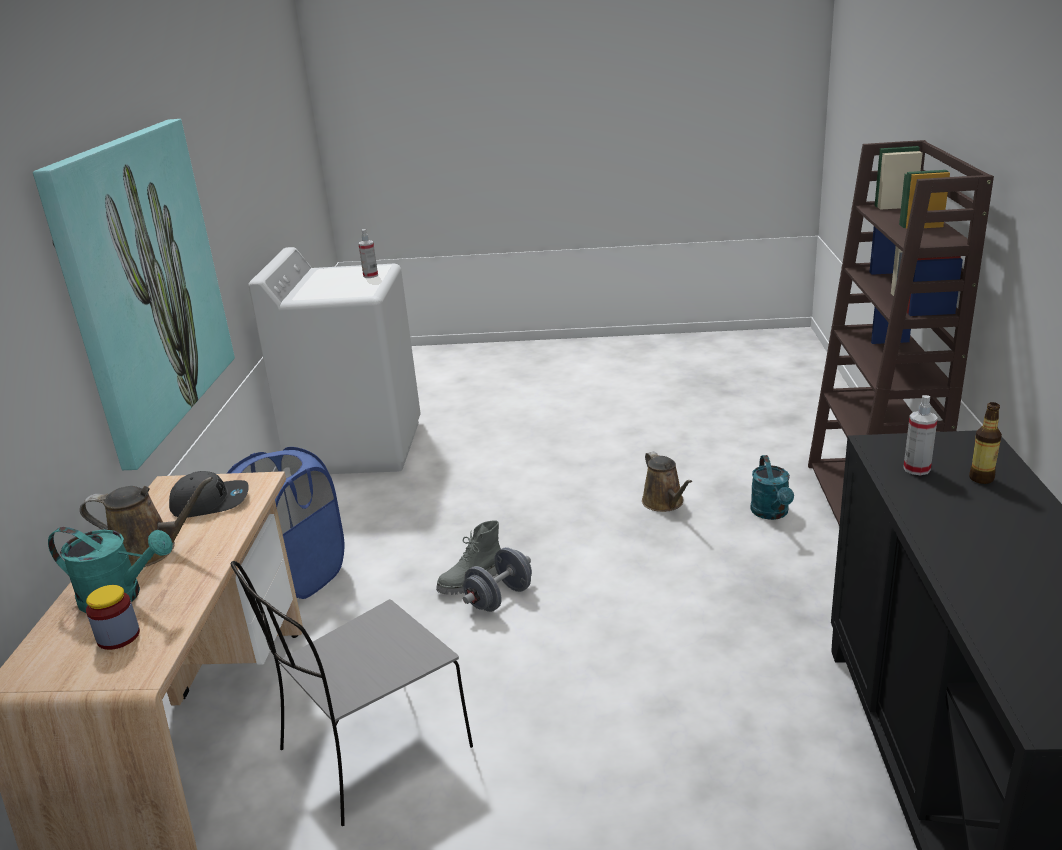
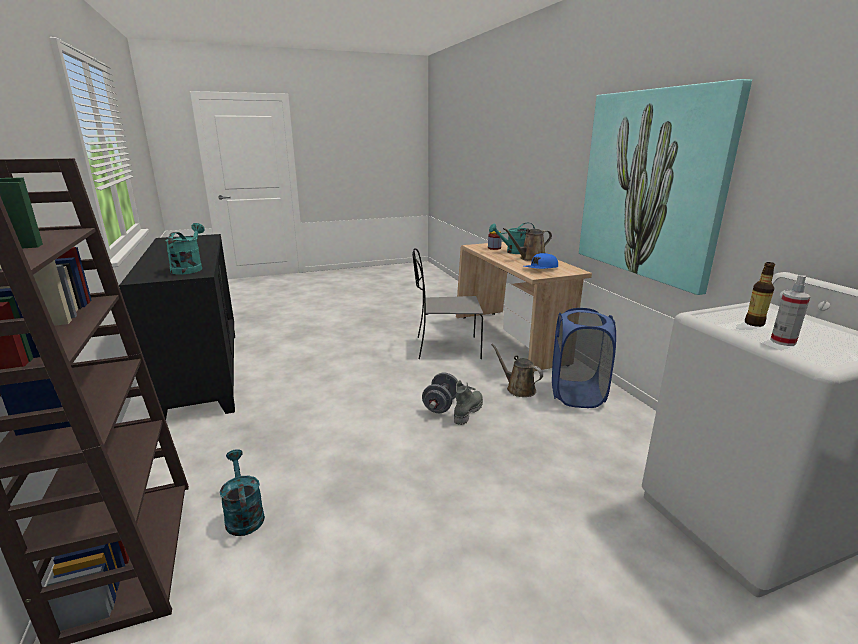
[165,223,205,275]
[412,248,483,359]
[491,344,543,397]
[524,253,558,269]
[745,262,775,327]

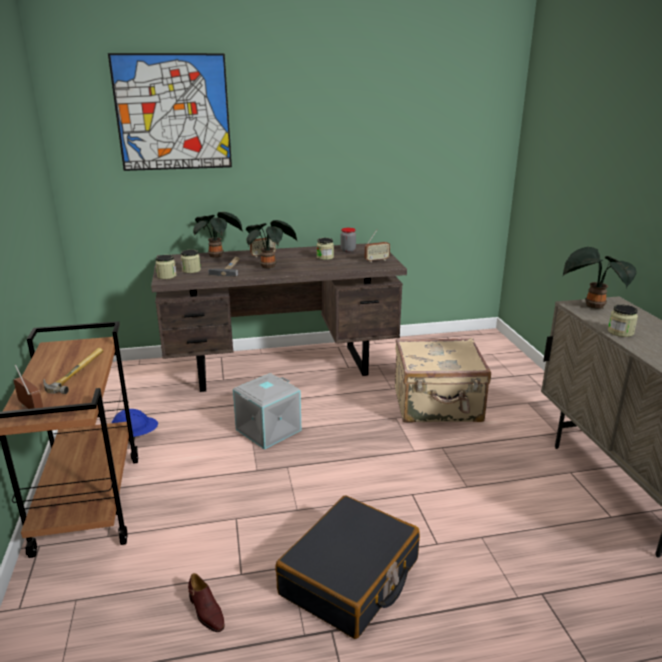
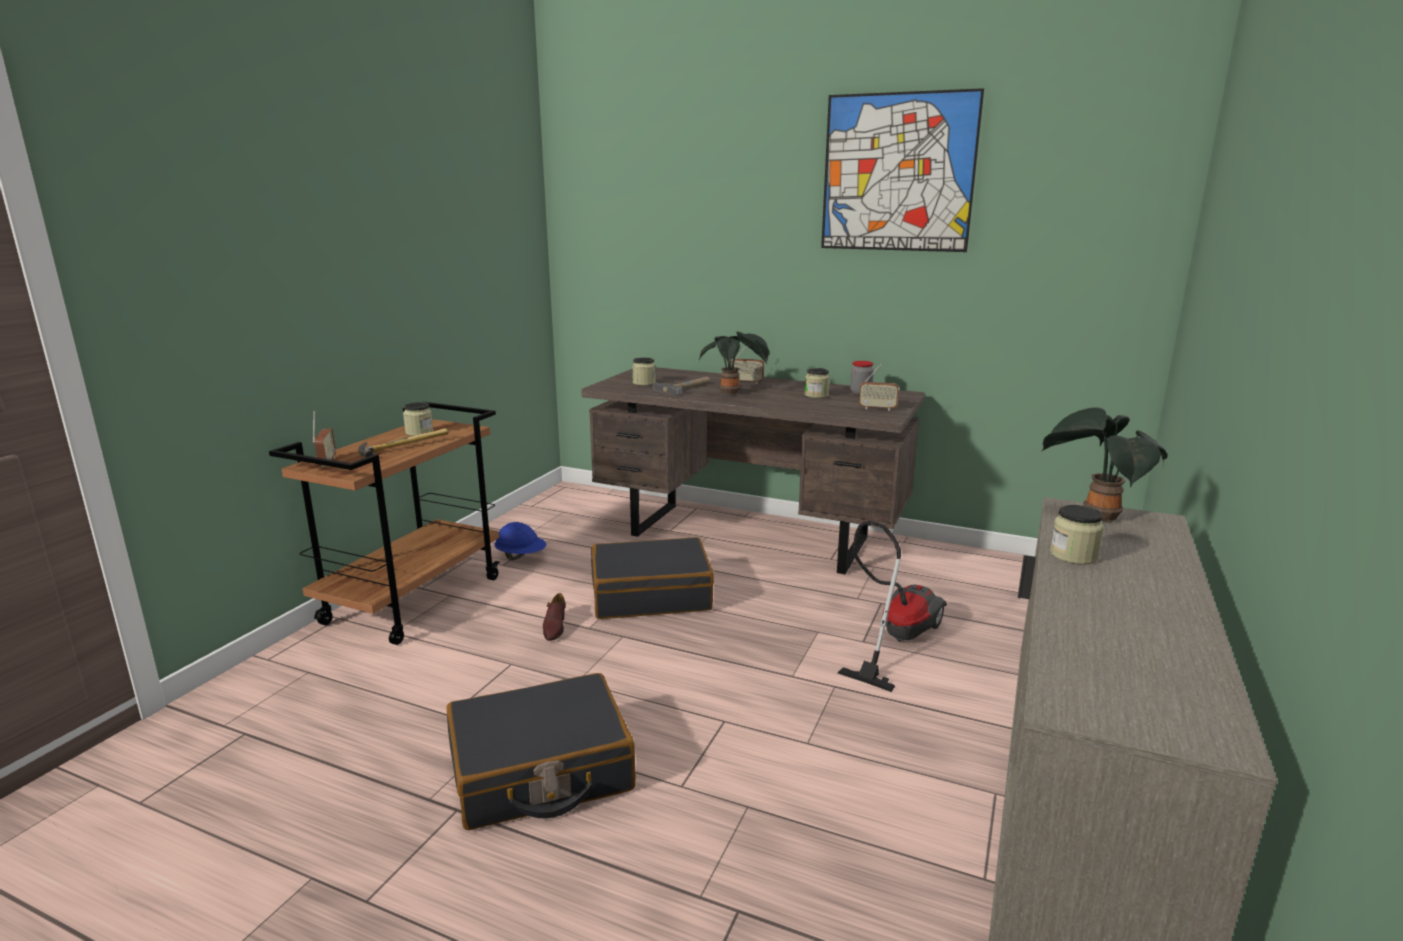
[403,402,433,436]
[543,593,565,641]
[591,537,714,619]
[821,88,984,252]
[838,521,947,692]
[193,212,244,258] (first image)

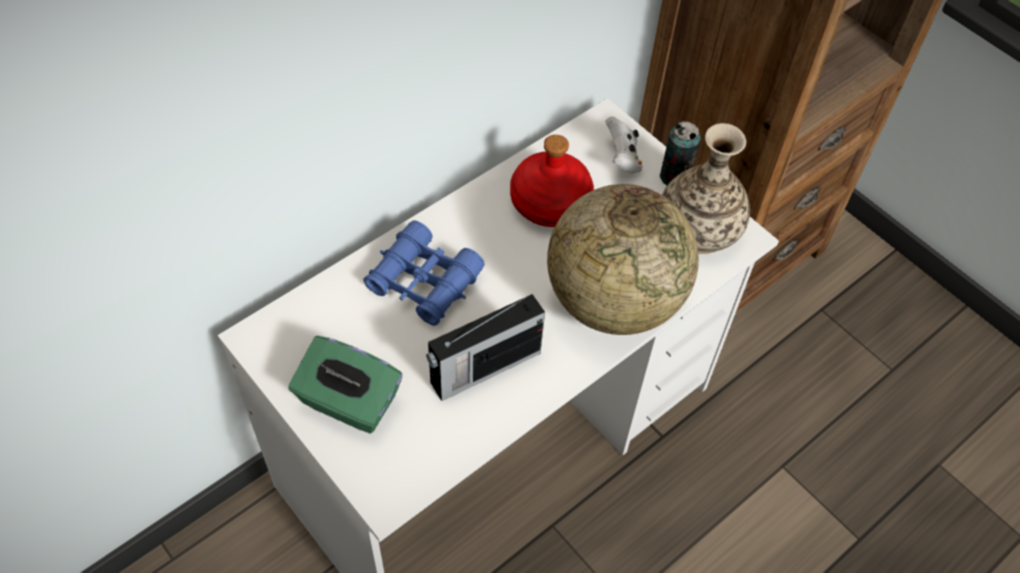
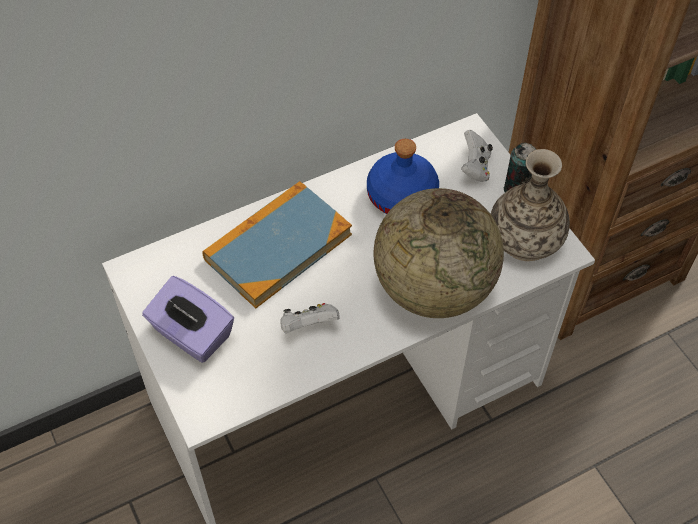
[142,276,234,363]
[202,181,352,308]
[280,303,340,333]
[367,139,439,214]

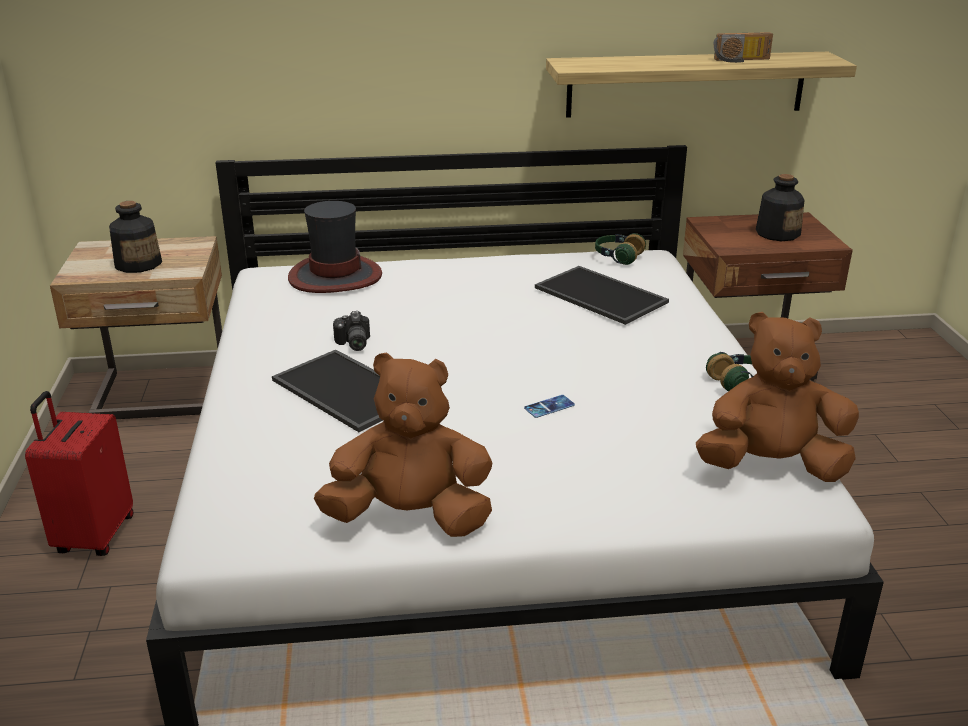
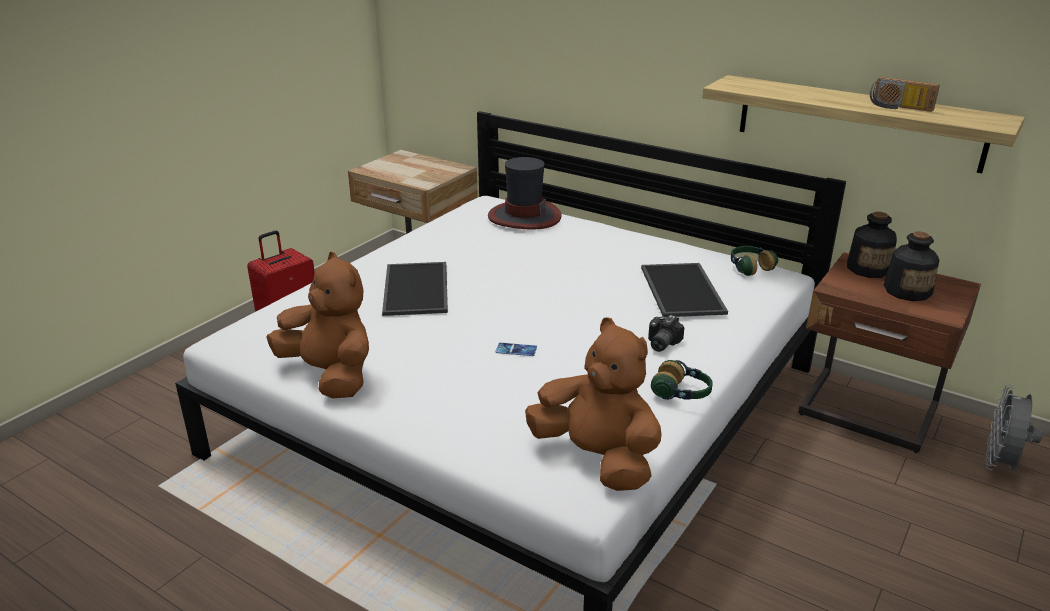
[648,315,685,352]
[847,212,897,278]
[985,384,1043,470]

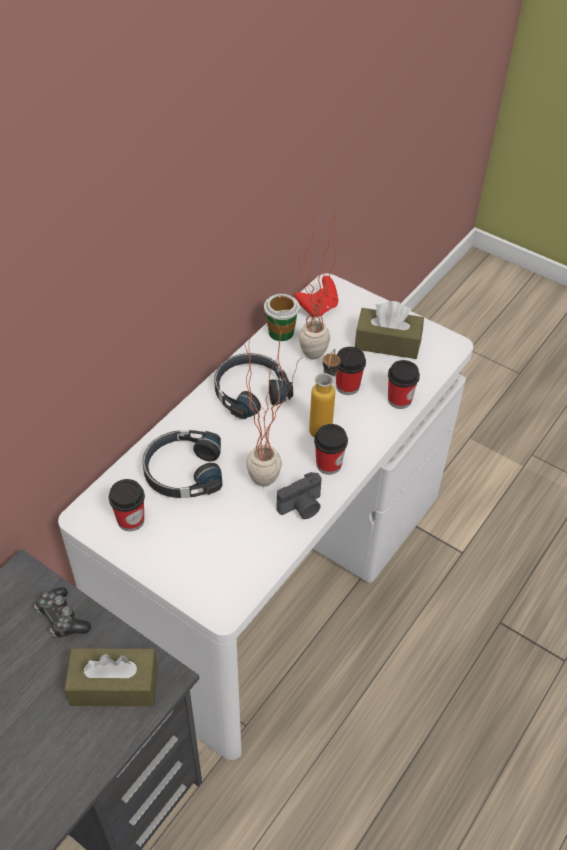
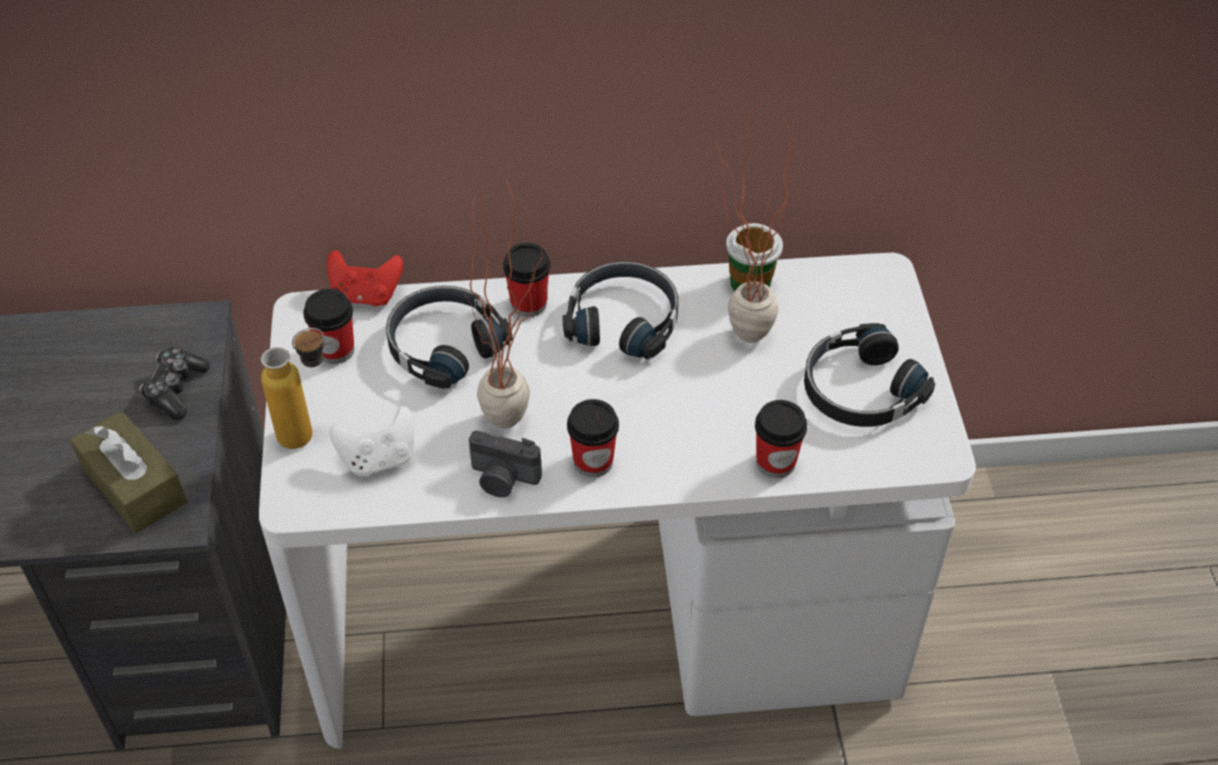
[261,328,325,449]
[327,250,403,306]
[330,406,414,476]
[503,243,551,317]
[804,323,935,427]

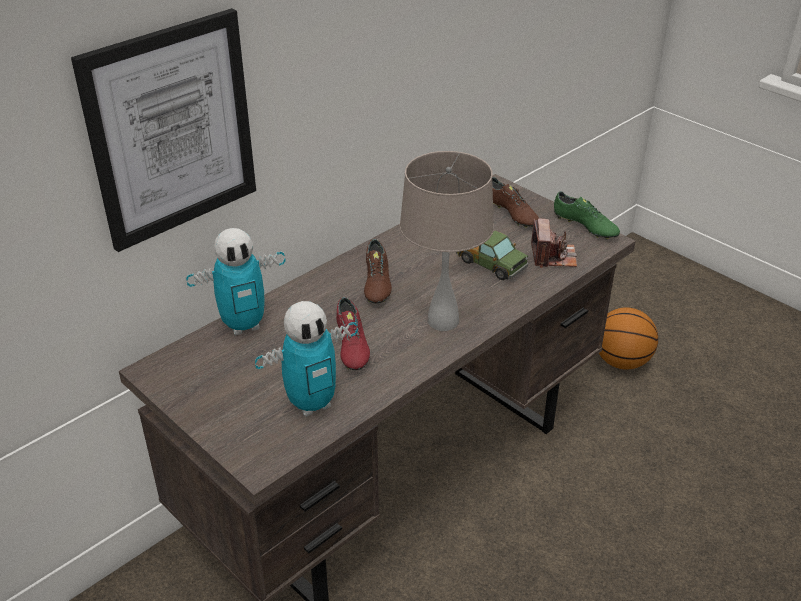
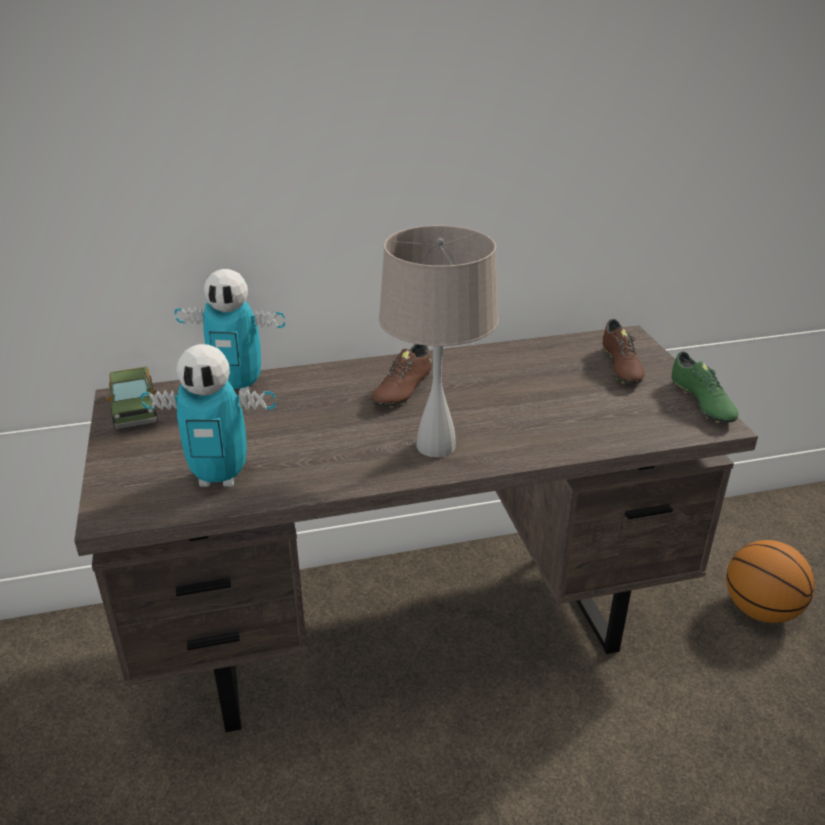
[106,367,158,429]
[71,8,256,252] (first image)
[336,297,370,370] (first image)
[531,218,577,268] (first image)

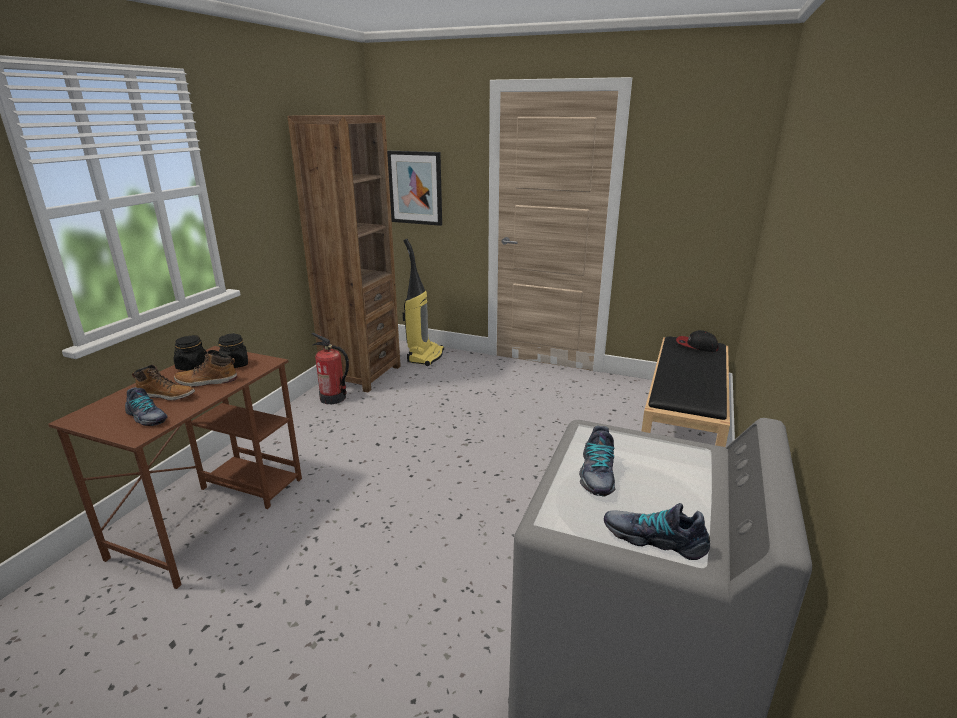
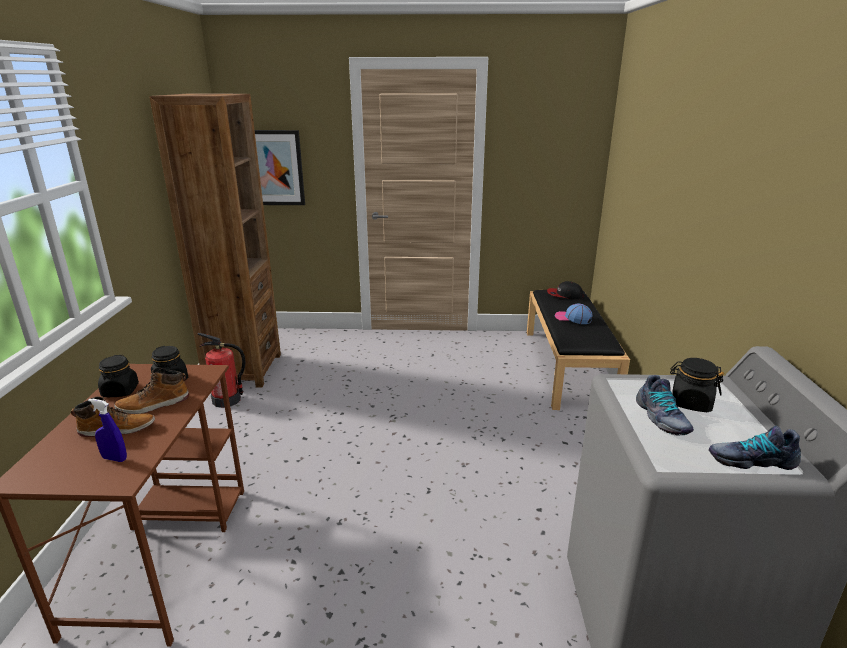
[88,399,127,462]
[554,304,592,324]
[670,358,724,412]
[403,239,444,366] (first image)

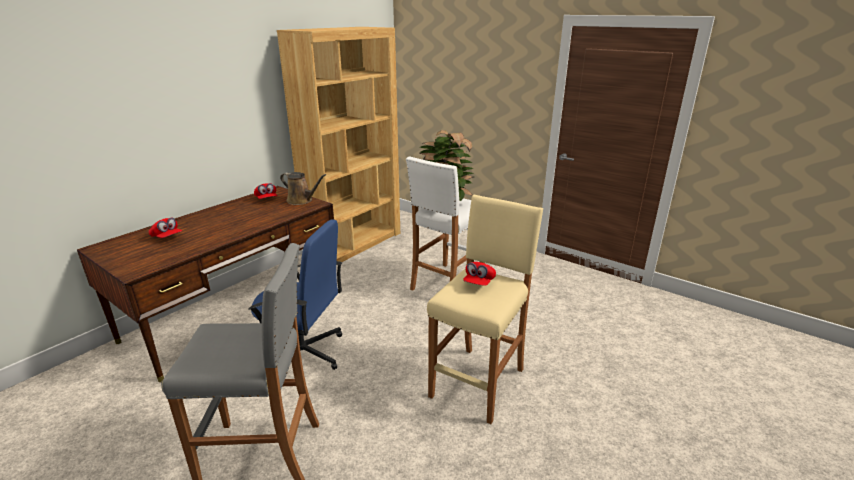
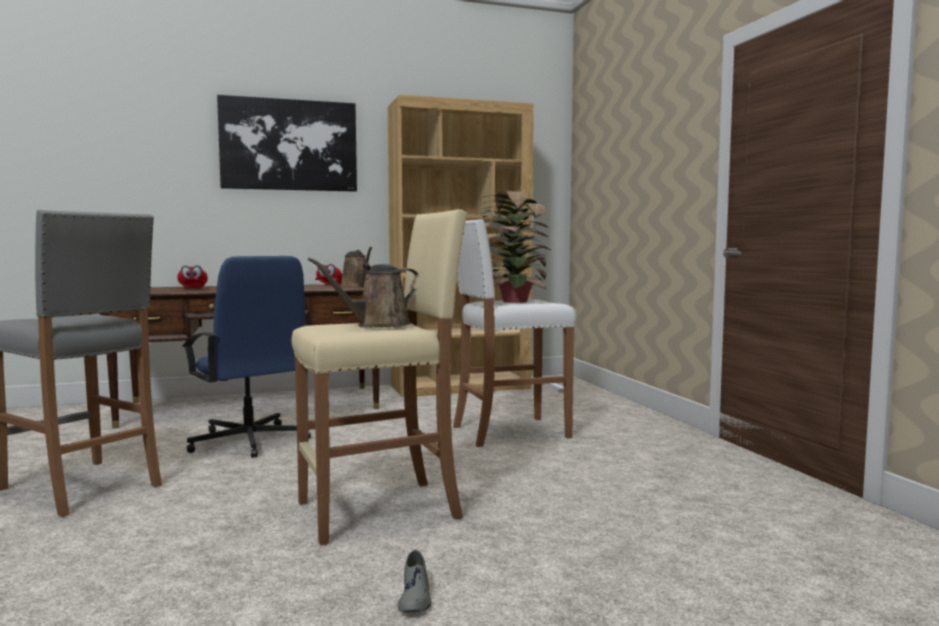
[217,95,357,192]
[308,258,419,328]
[398,549,431,612]

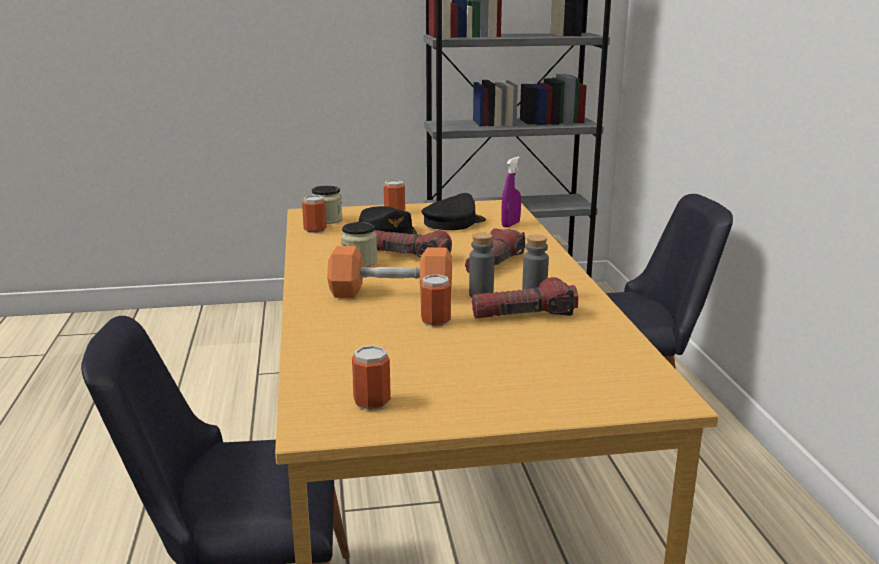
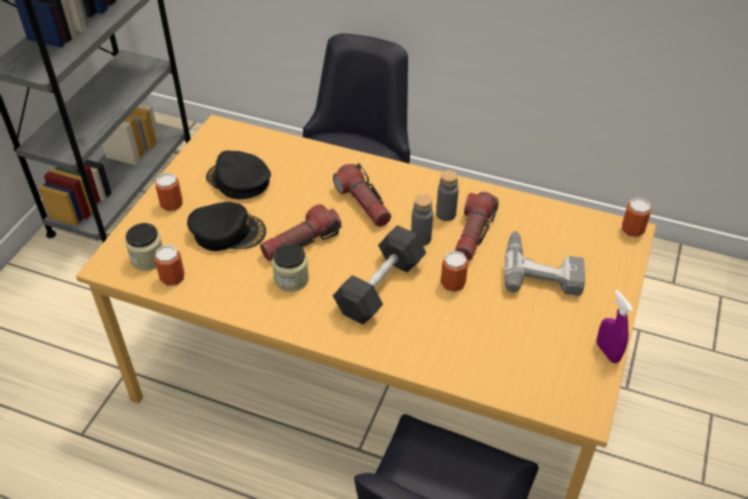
[206,151,271,199]
[333,225,426,324]
[504,231,585,296]
[597,290,633,363]
[622,198,651,237]

